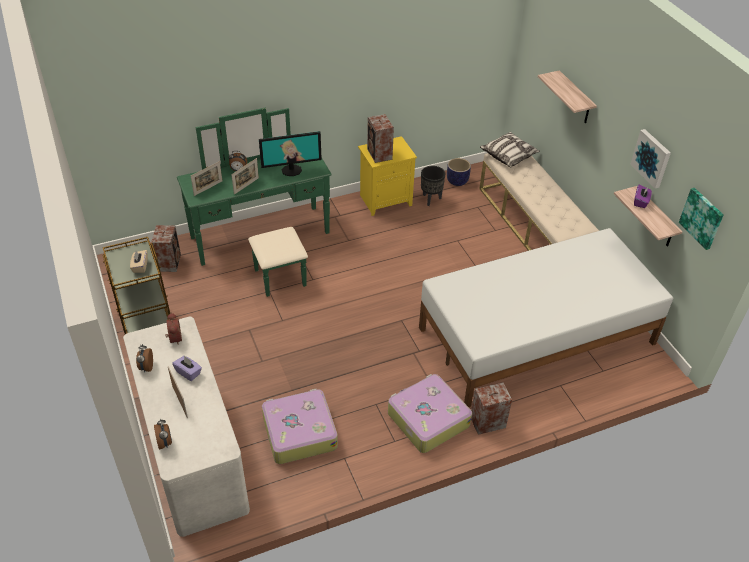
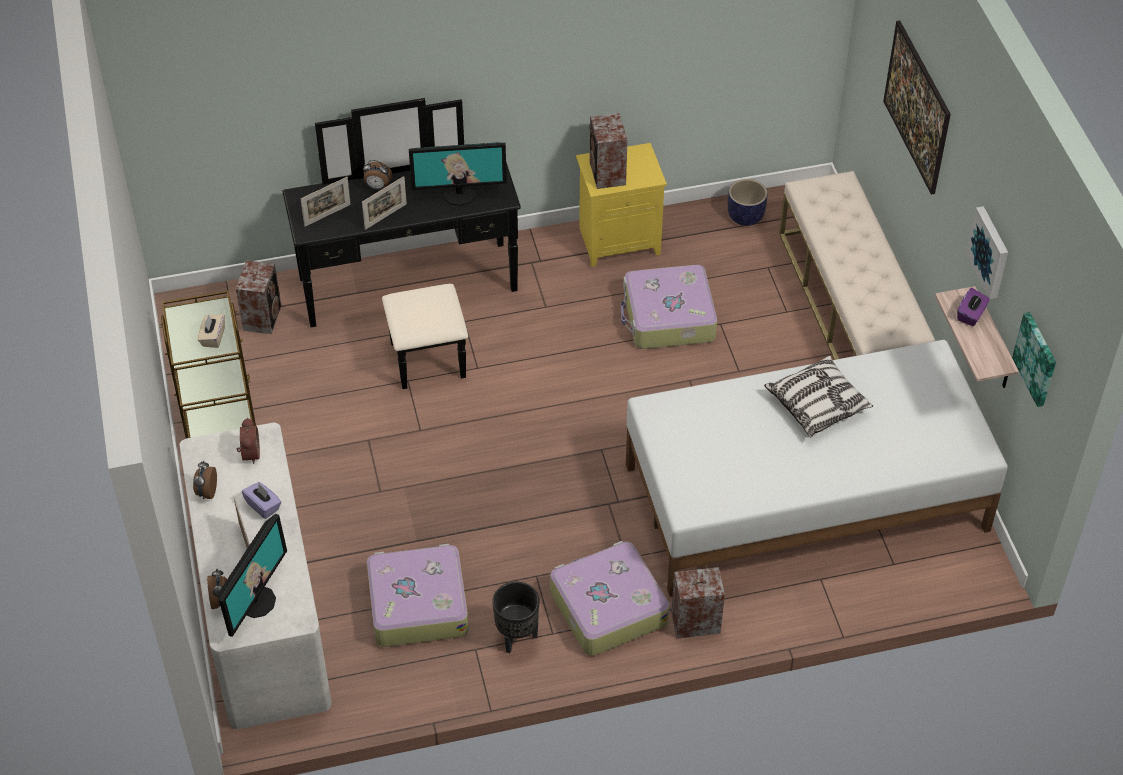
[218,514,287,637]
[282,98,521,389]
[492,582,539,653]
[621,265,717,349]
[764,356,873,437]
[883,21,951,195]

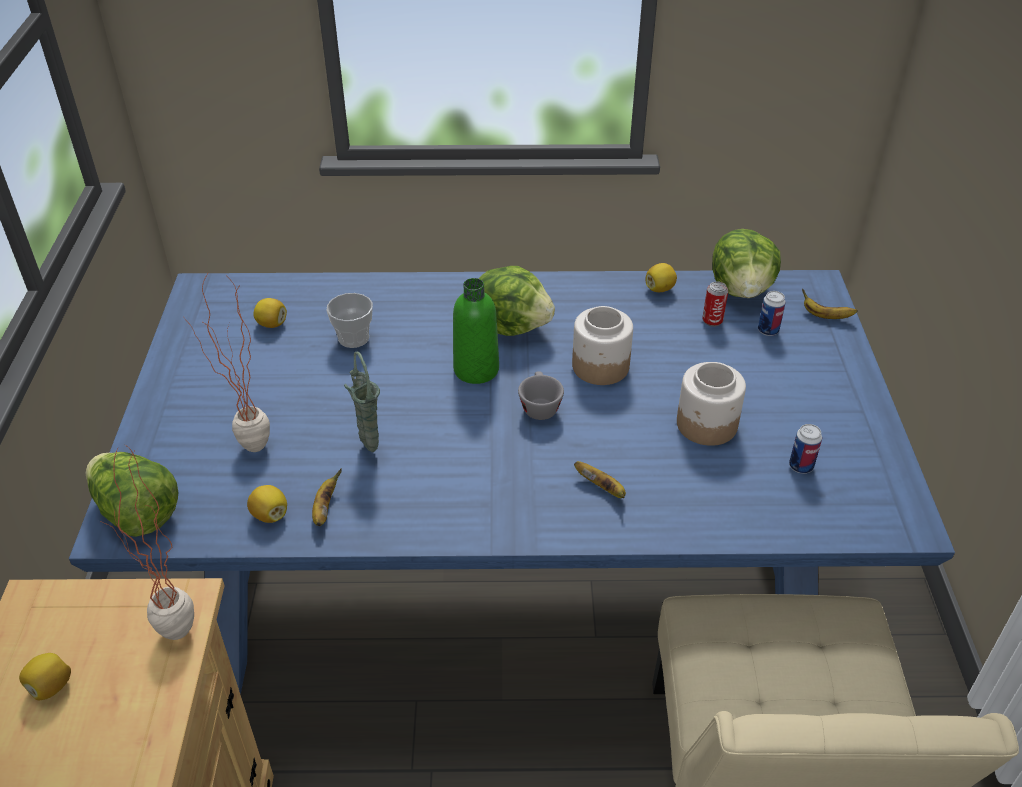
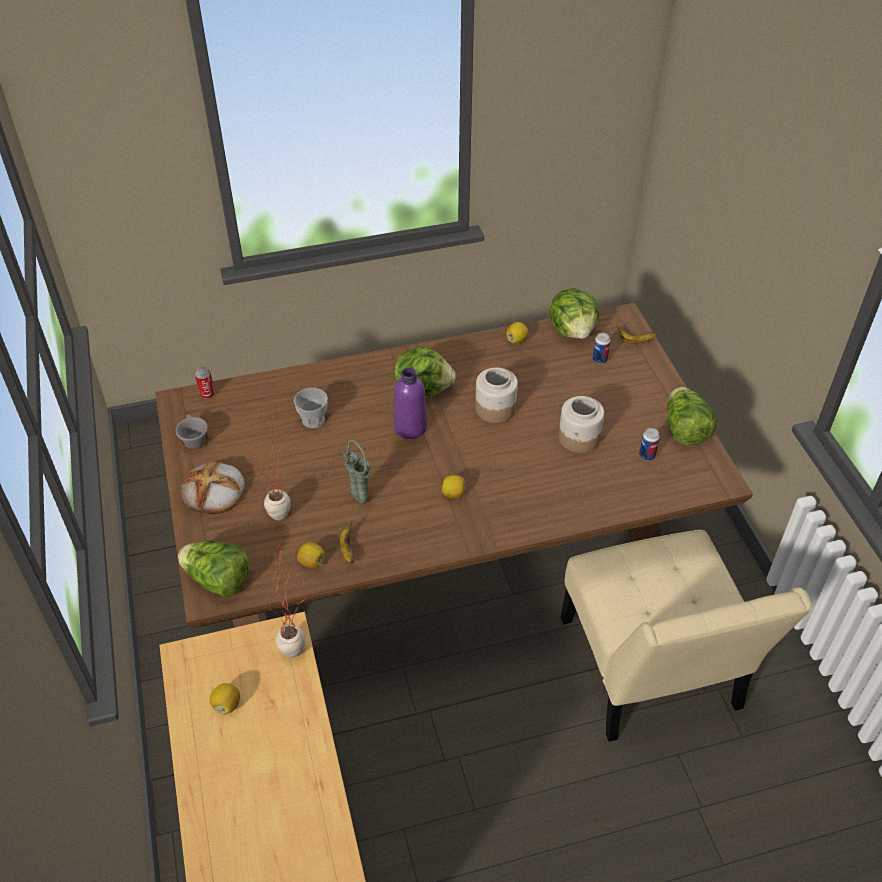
[155,303,753,628]
[176,414,208,449]
[180,462,245,514]
[195,367,215,399]
[394,368,427,439]
[441,475,465,499]
[667,387,716,445]
[574,461,626,498] (first image)

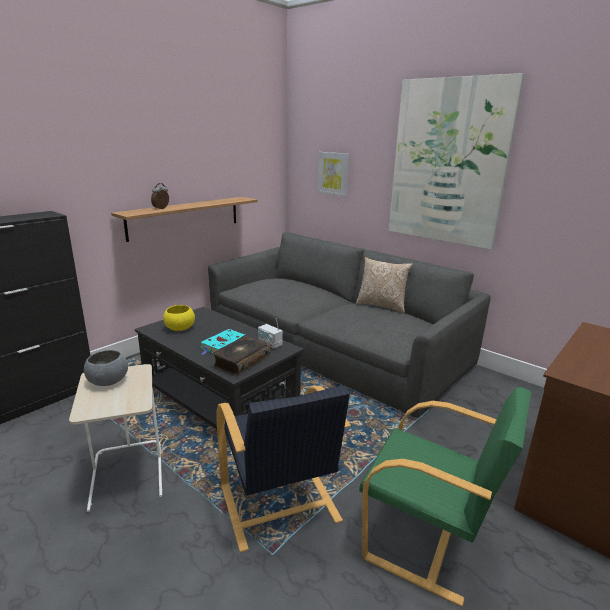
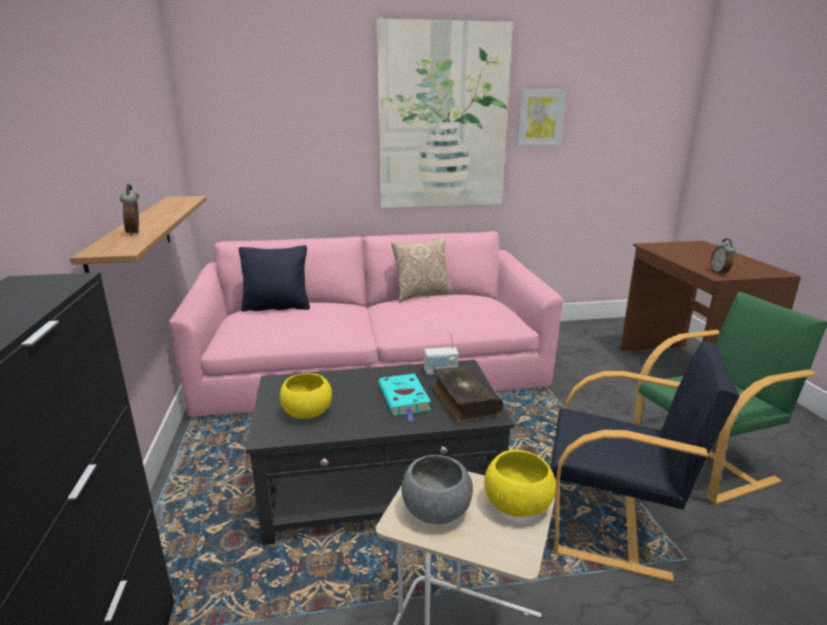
[169,231,563,417]
[239,245,310,312]
[484,450,556,517]
[517,89,566,146]
[710,239,736,276]

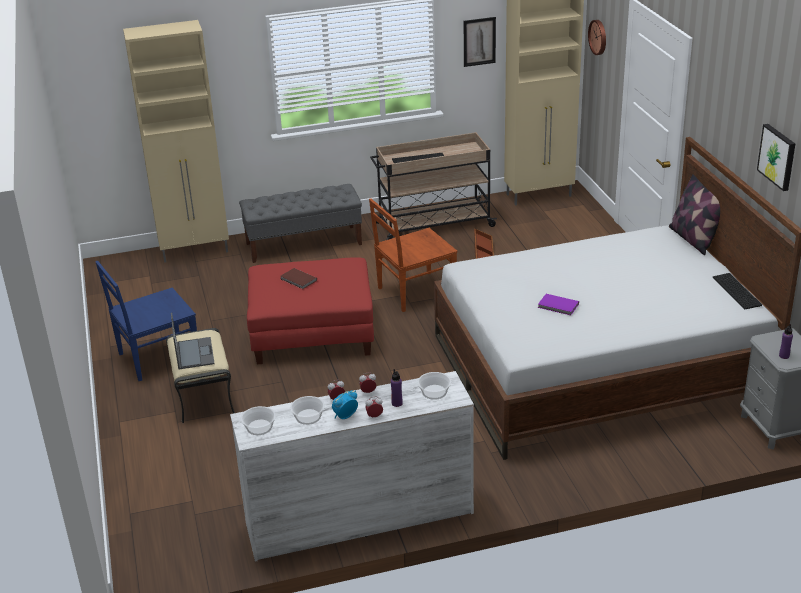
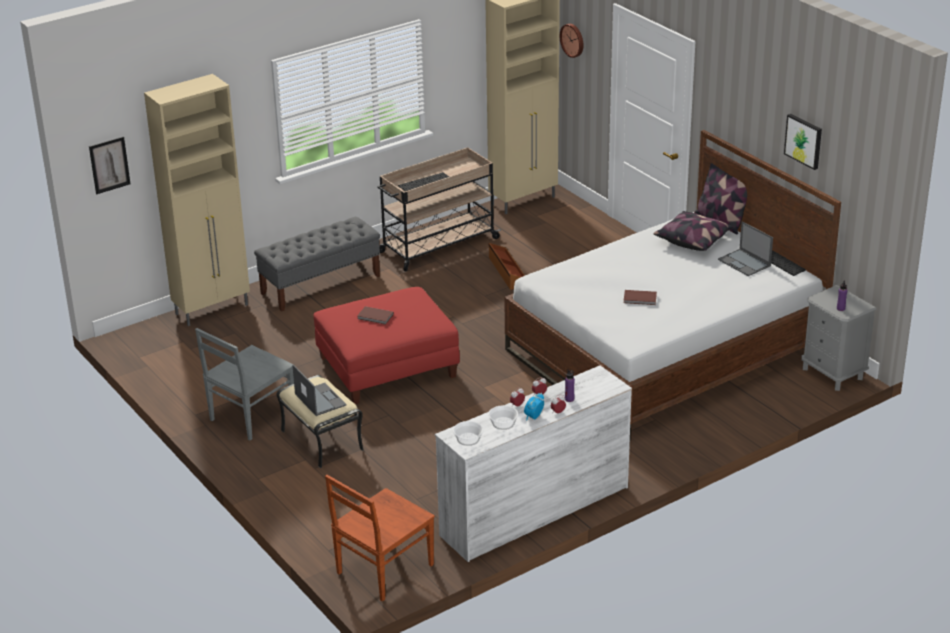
[89,136,131,194]
[195,328,294,440]
[325,475,435,601]
[624,290,657,305]
[653,211,734,251]
[718,221,773,276]
[417,372,451,400] (first image)

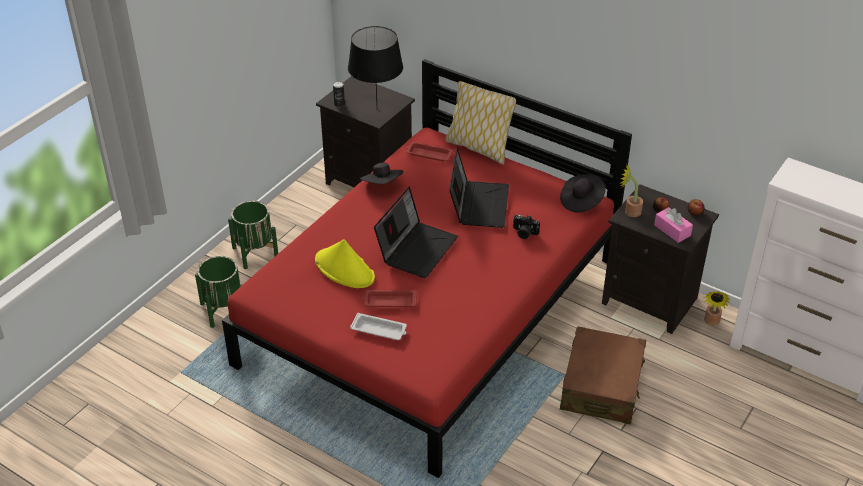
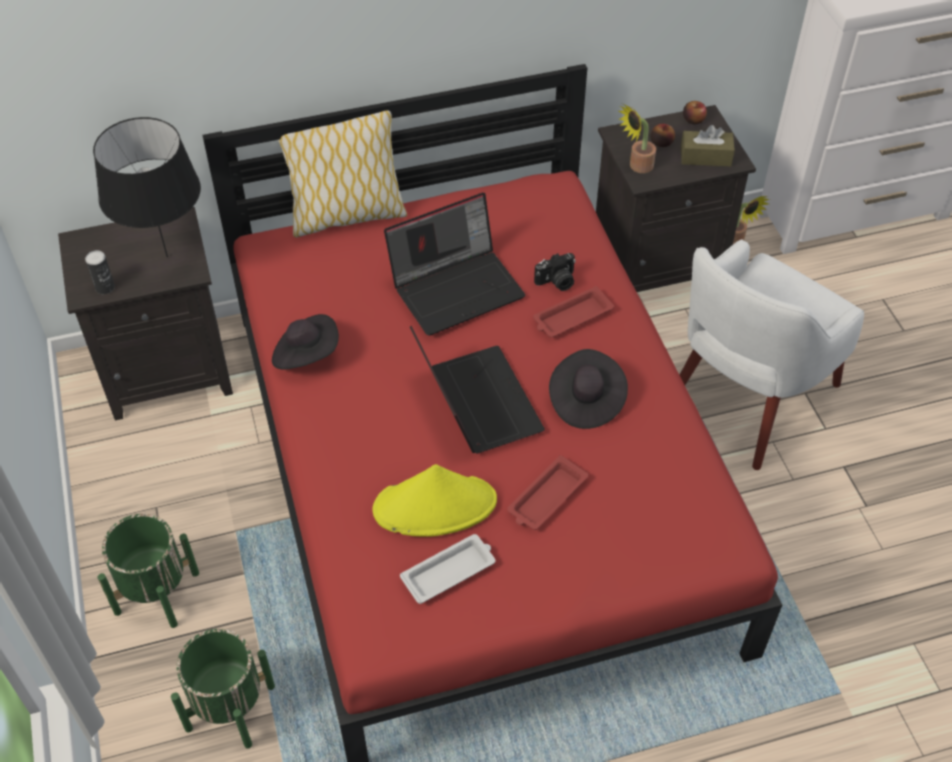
[384,193,525,336]
[400,534,496,604]
[533,286,614,338]
[549,349,628,429]
[680,239,864,470]
[681,125,735,167]

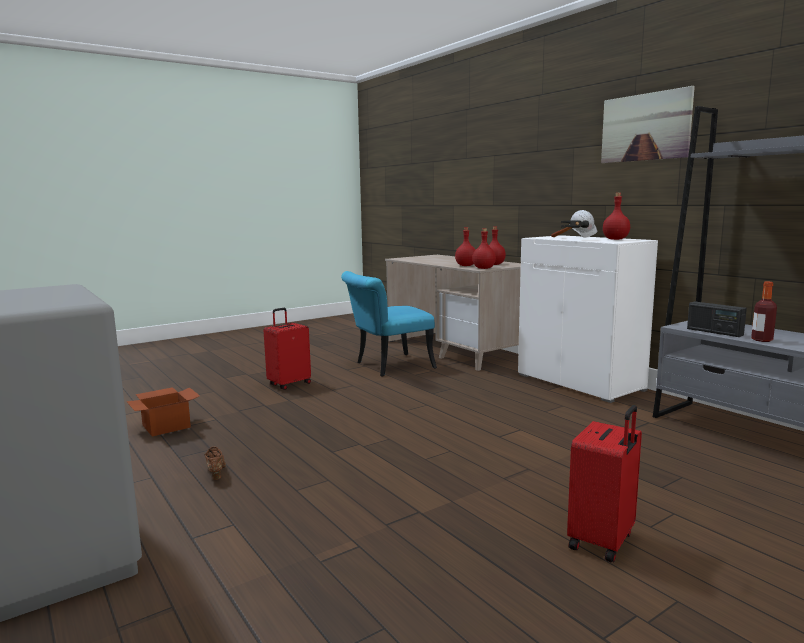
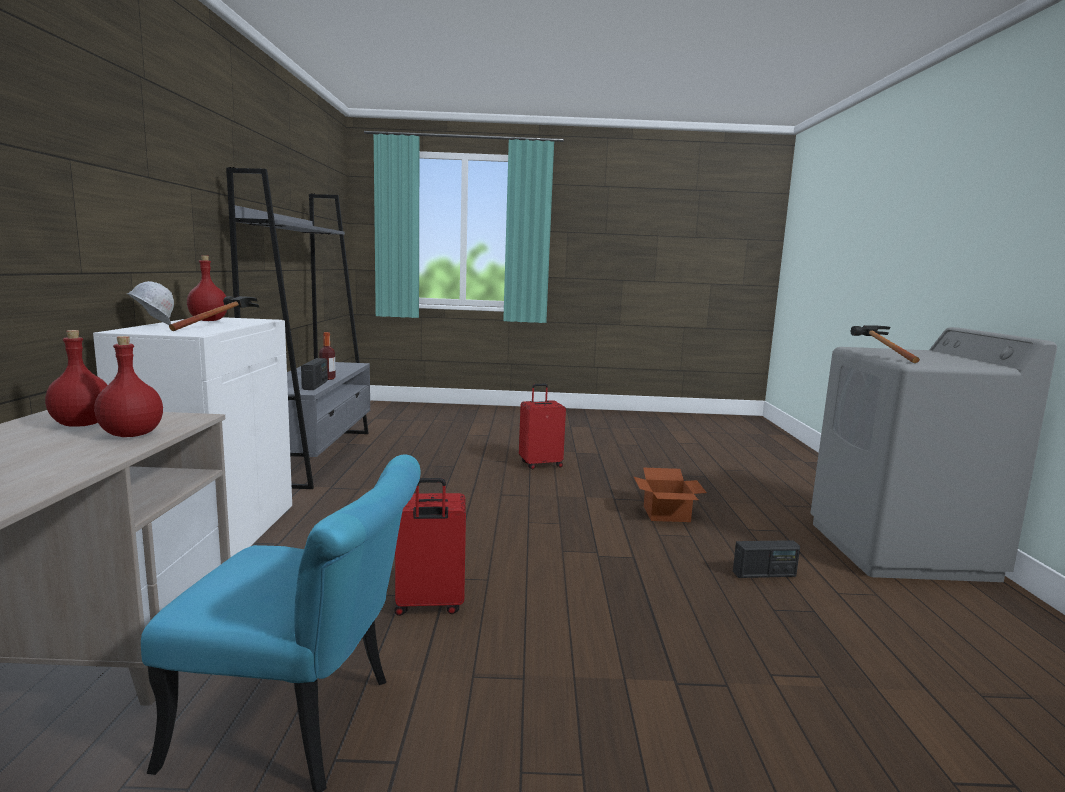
[394,478,466,616]
[634,468,707,522]
[733,540,800,578]
[851,325,920,363]
[472,228,496,269] (first image)
[601,86,695,163] (first image)

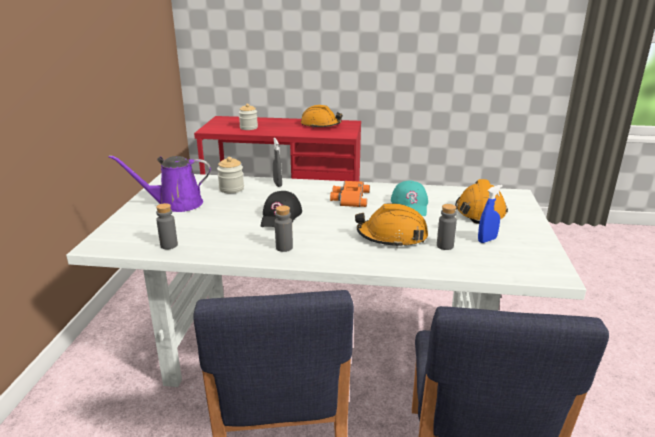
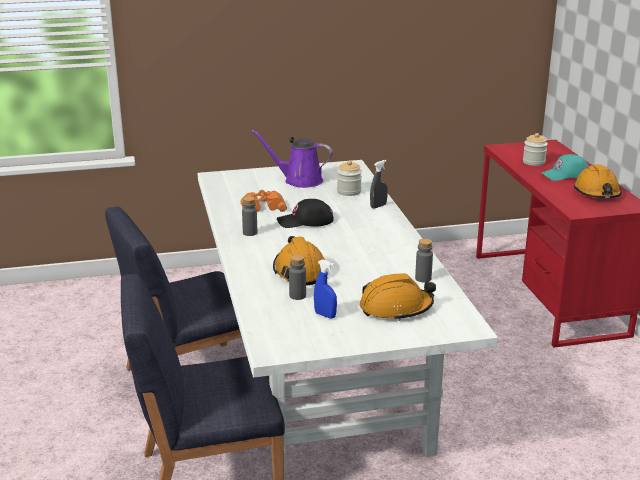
[241,190,287,212]
[251,130,333,188]
[415,239,433,282]
[542,154,588,181]

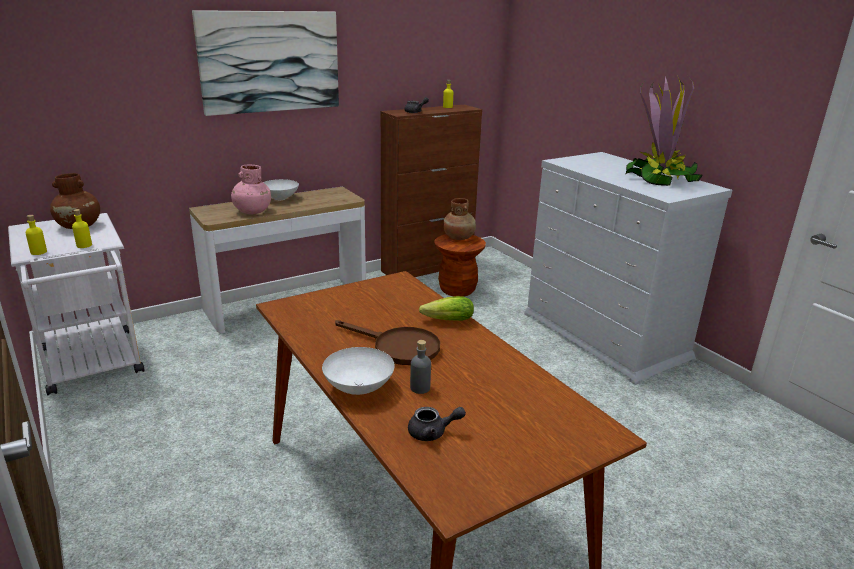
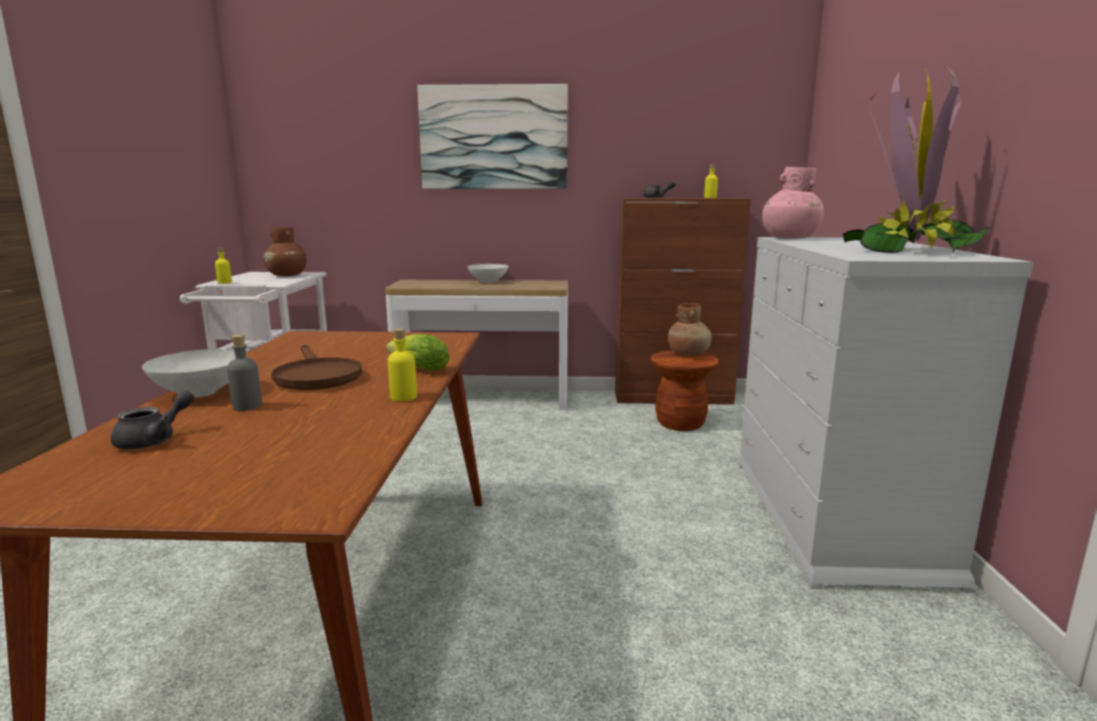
[111,390,194,449]
[388,328,417,401]
[762,167,824,239]

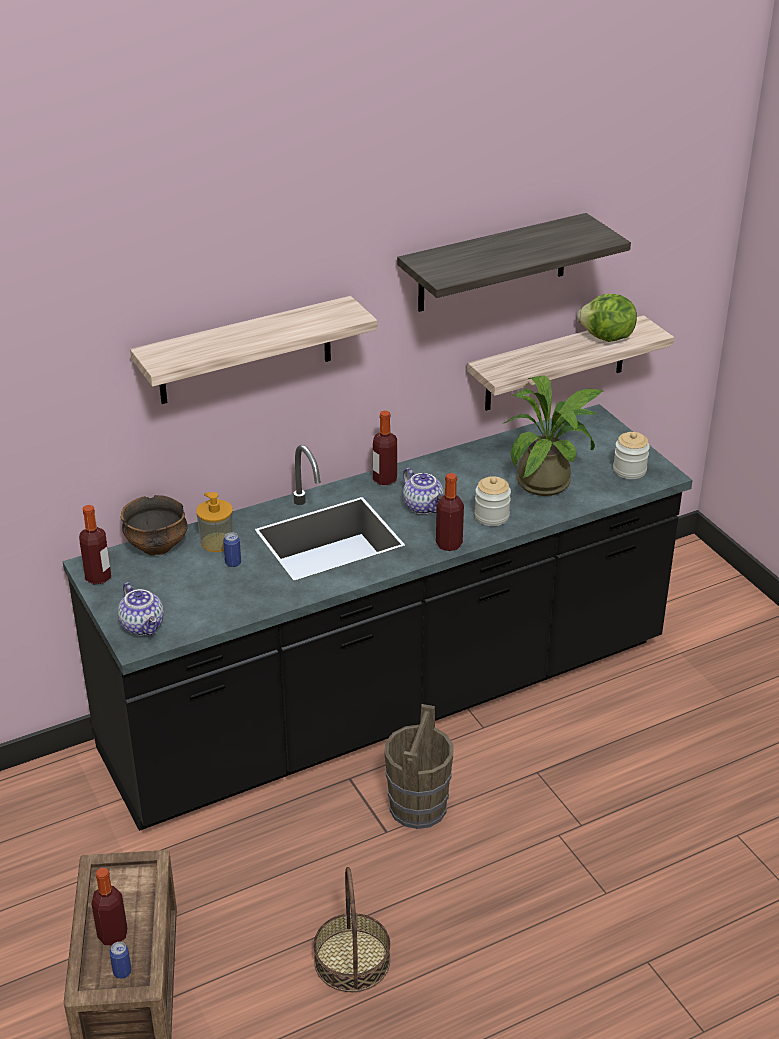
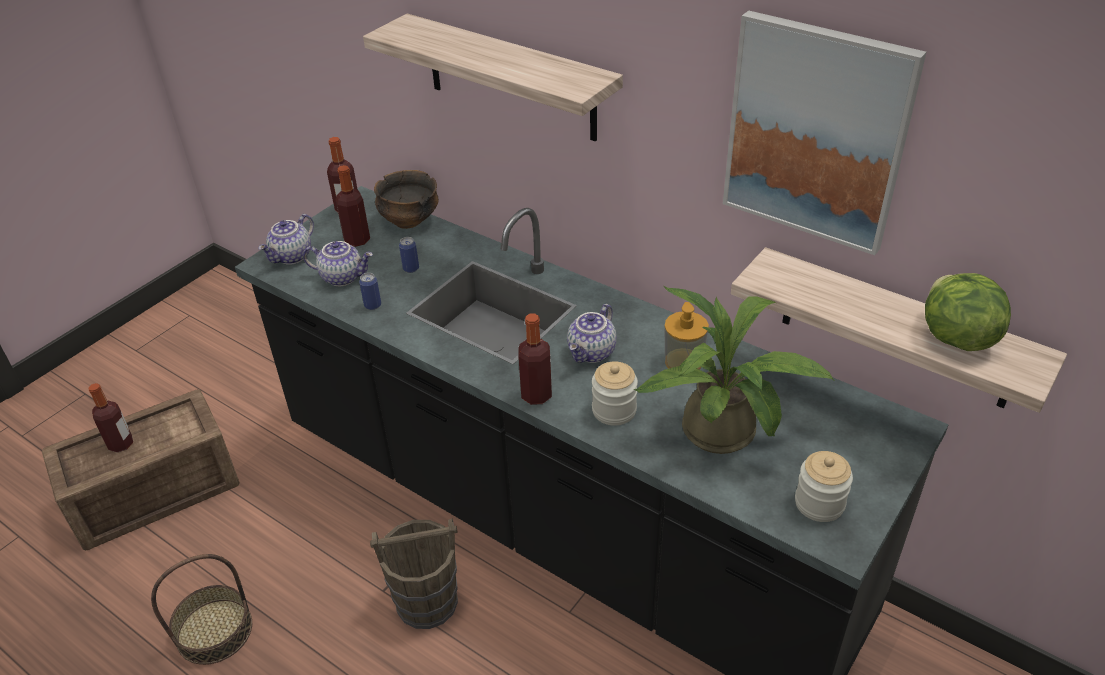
[303,241,373,286]
[336,165,370,247]
[359,273,381,310]
[664,302,709,369]
[723,11,927,255]

